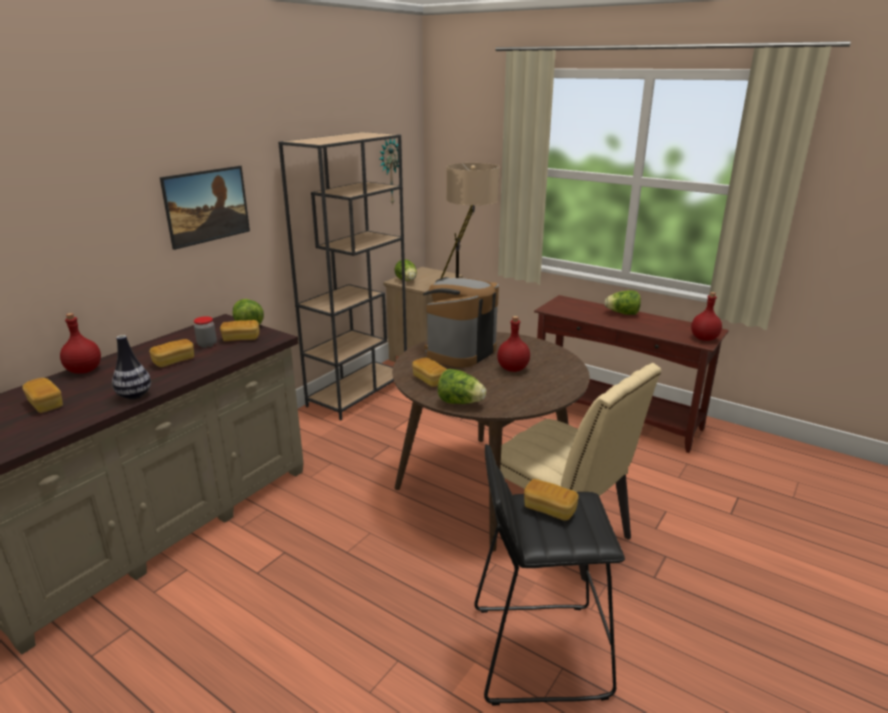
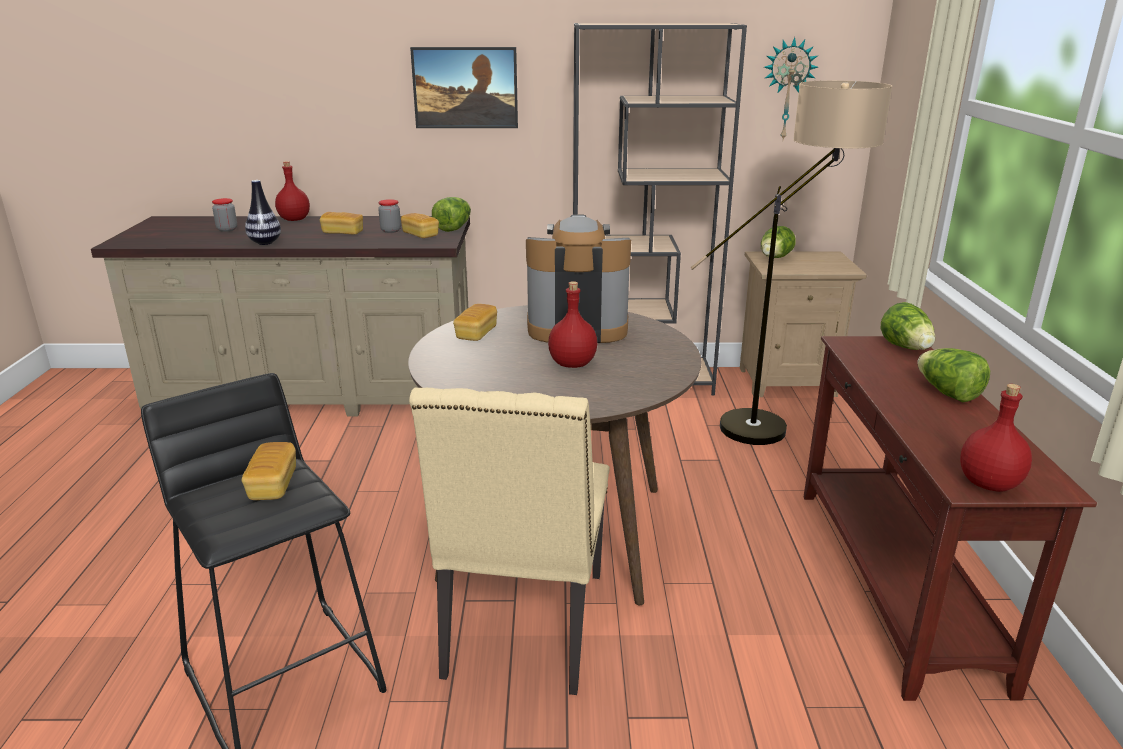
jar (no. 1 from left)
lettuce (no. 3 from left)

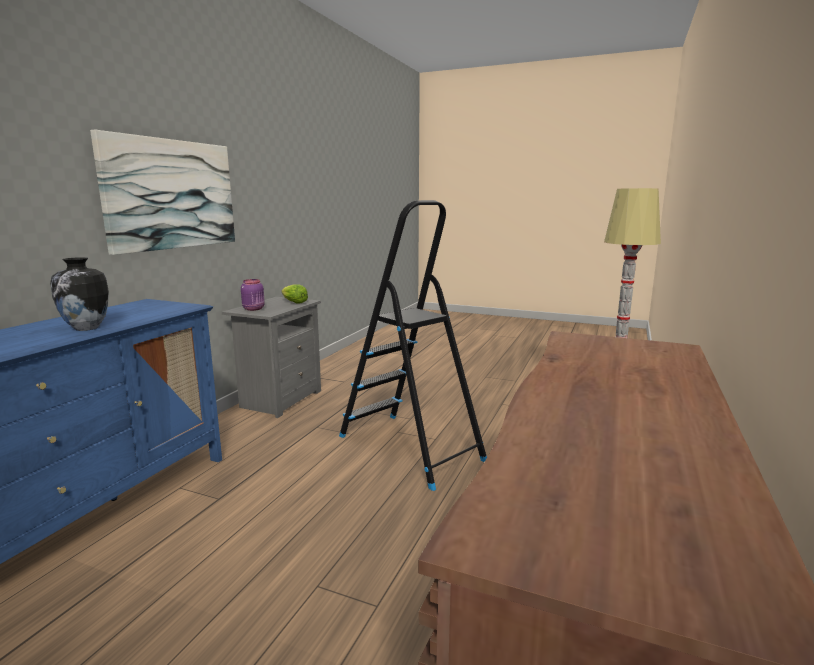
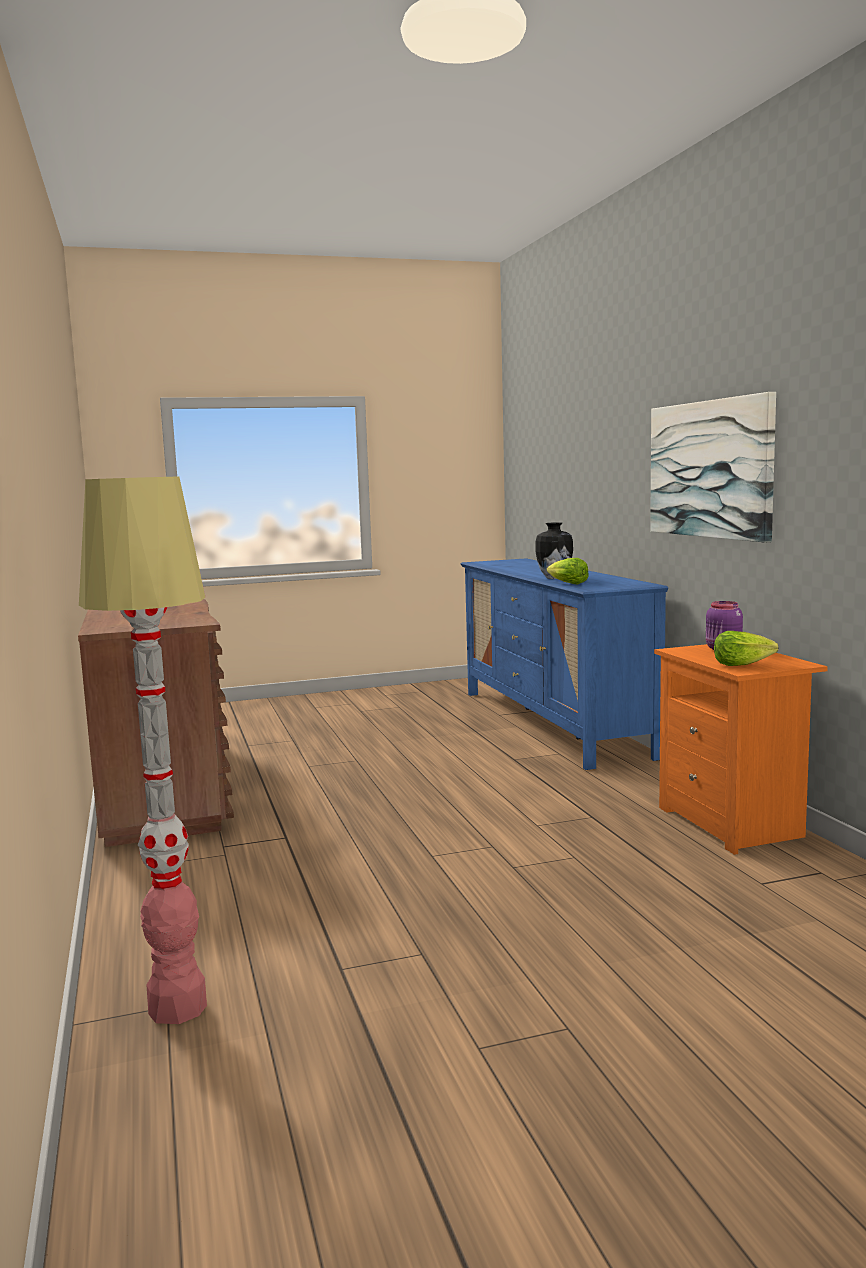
lettuce (no. 1 from left)
orange-coloured nightstand
black stepladder

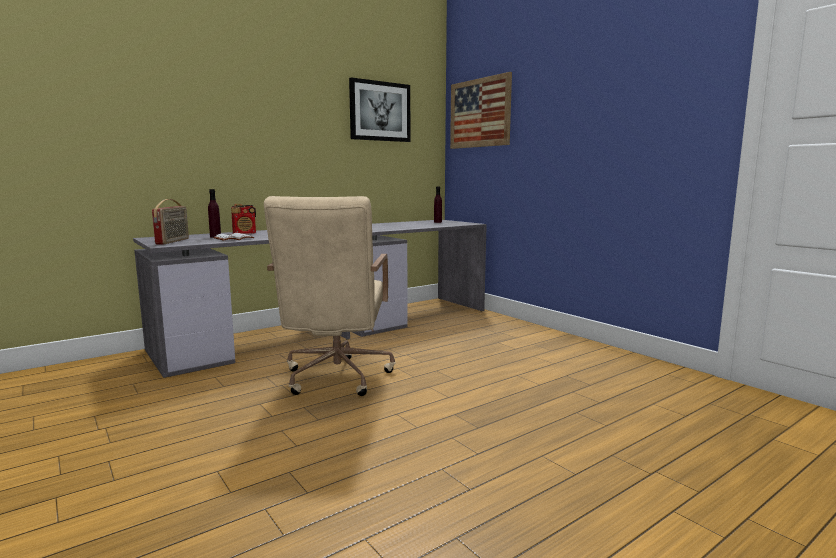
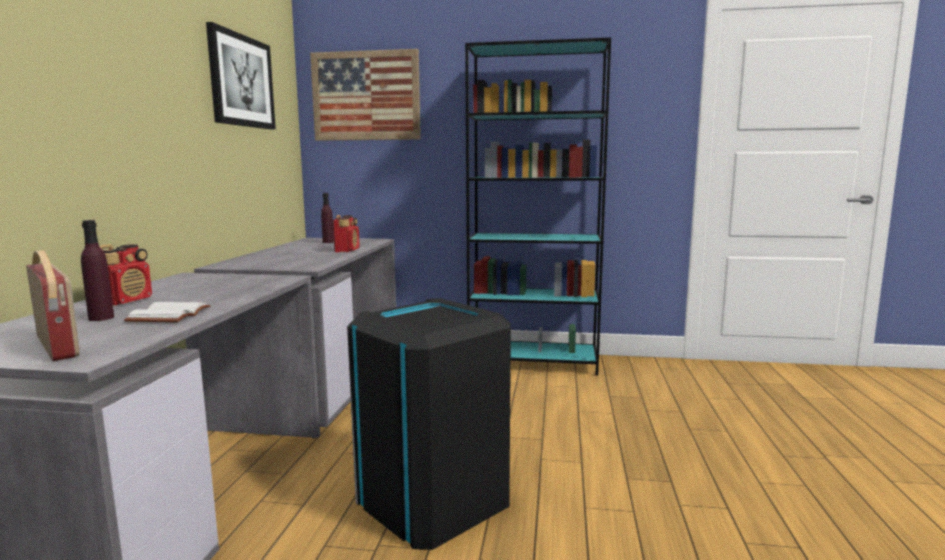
radio (no. 3 from left)
black trash can
turquoise-coloured bookshelf

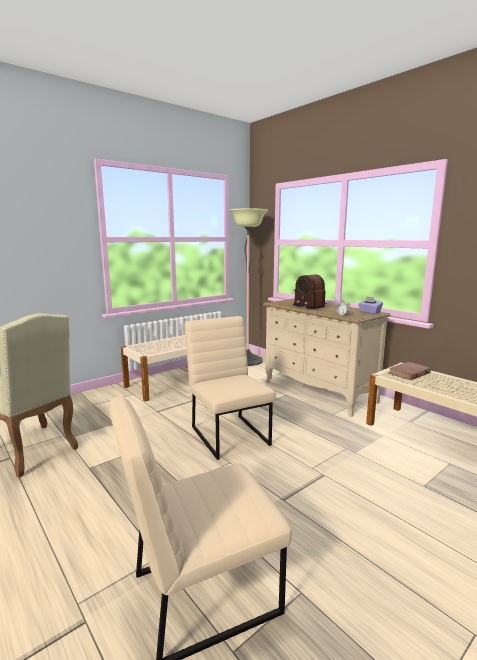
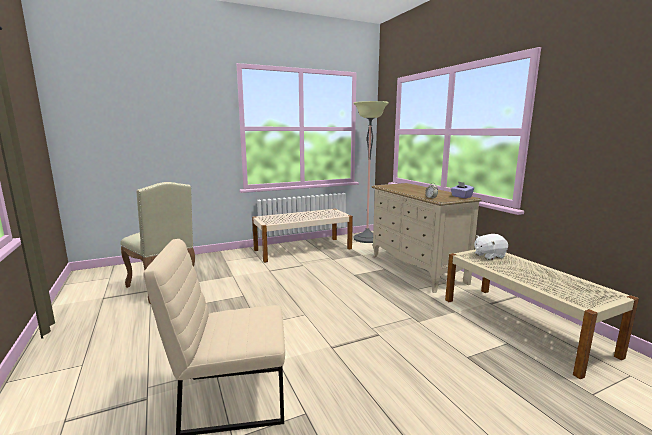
white soft toy
beige-coloured chair (no. 3 from left in the first image)
radio

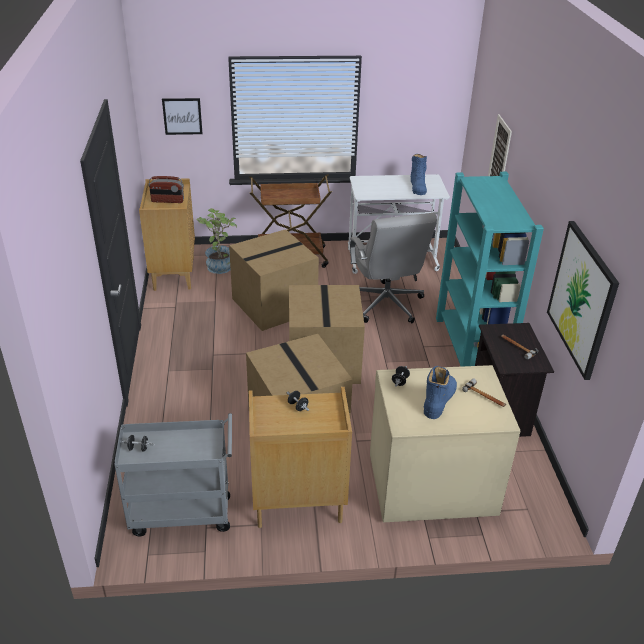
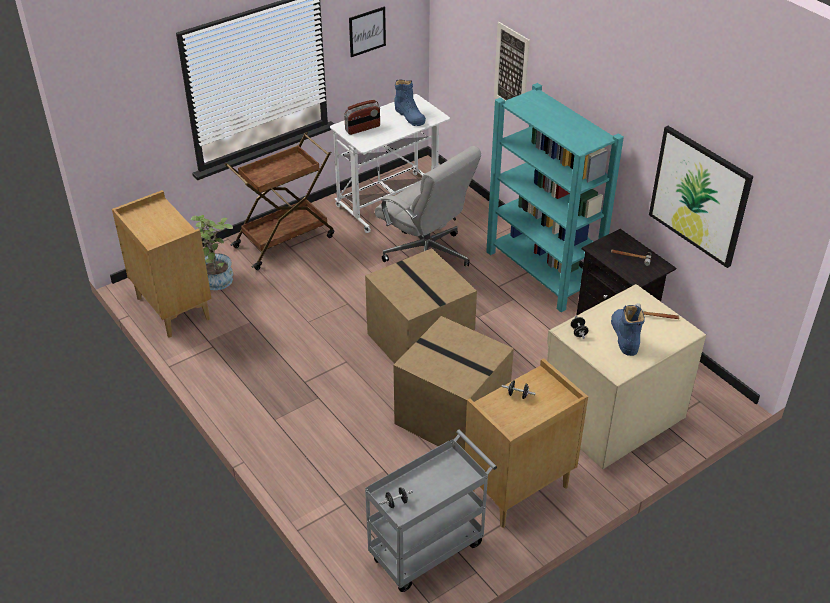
radio
wall art (no. 1 from left)
cardboard box (no. 1 from left in the first image)

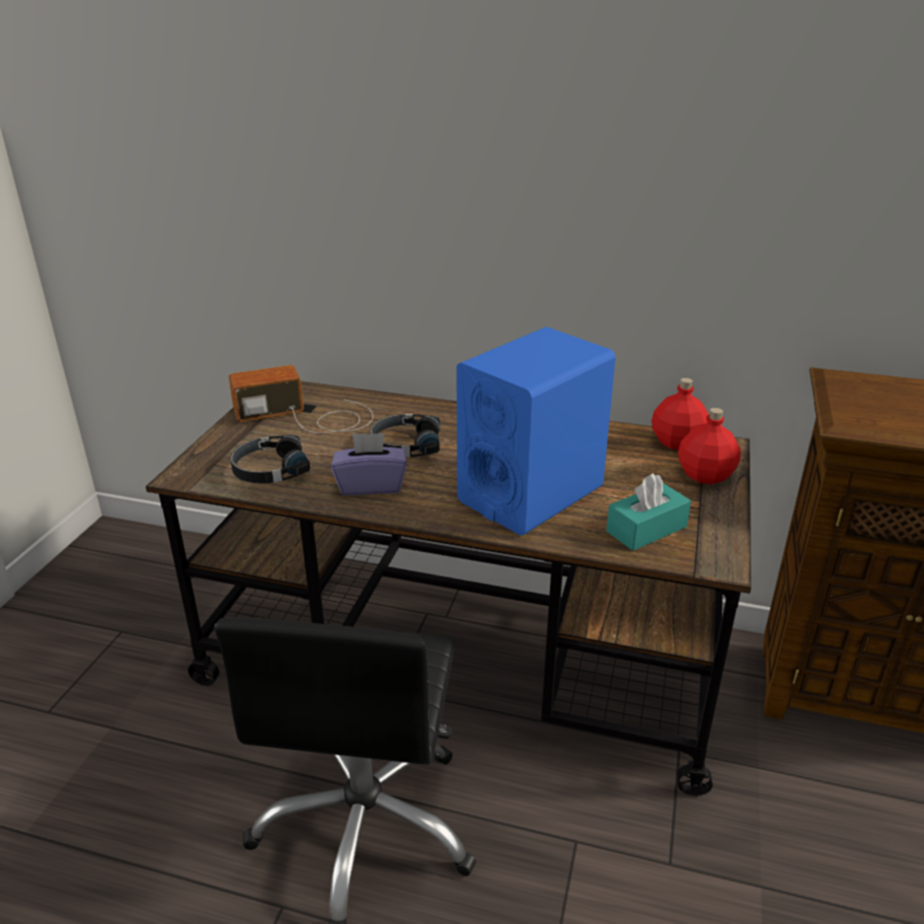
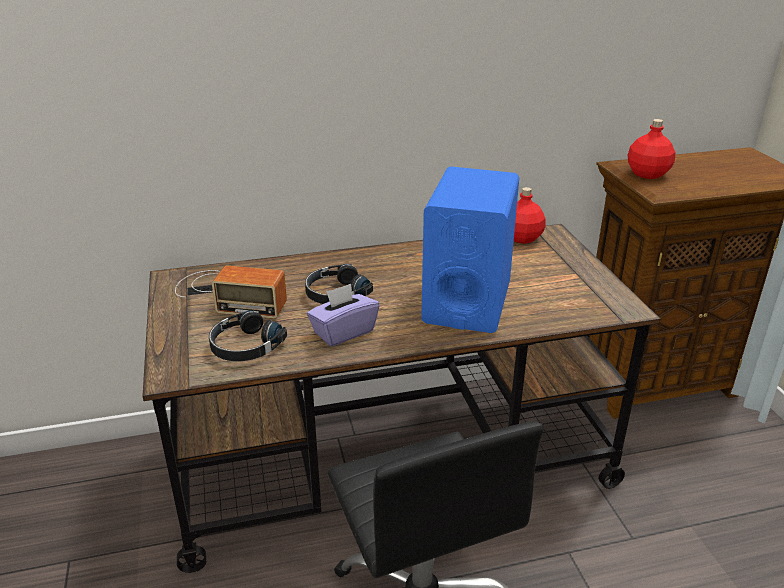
radio
reddish beverage bottle (no. 2 from left)
turquoise-coloured tissue holder

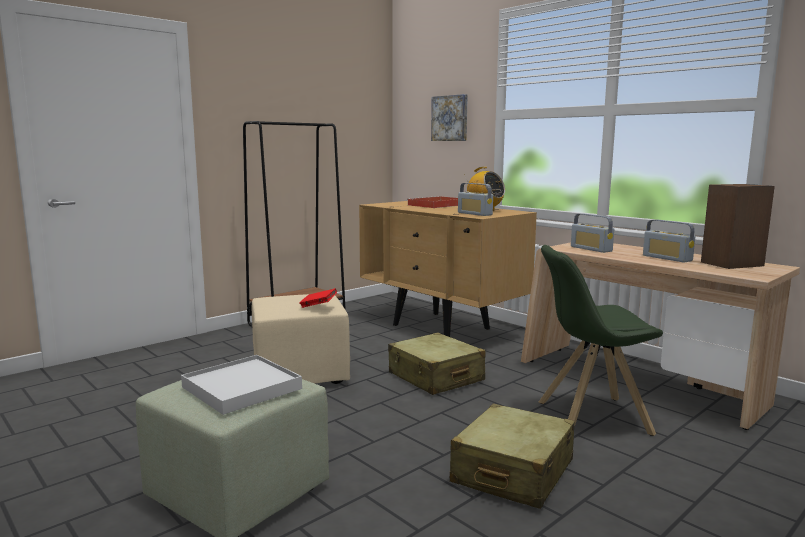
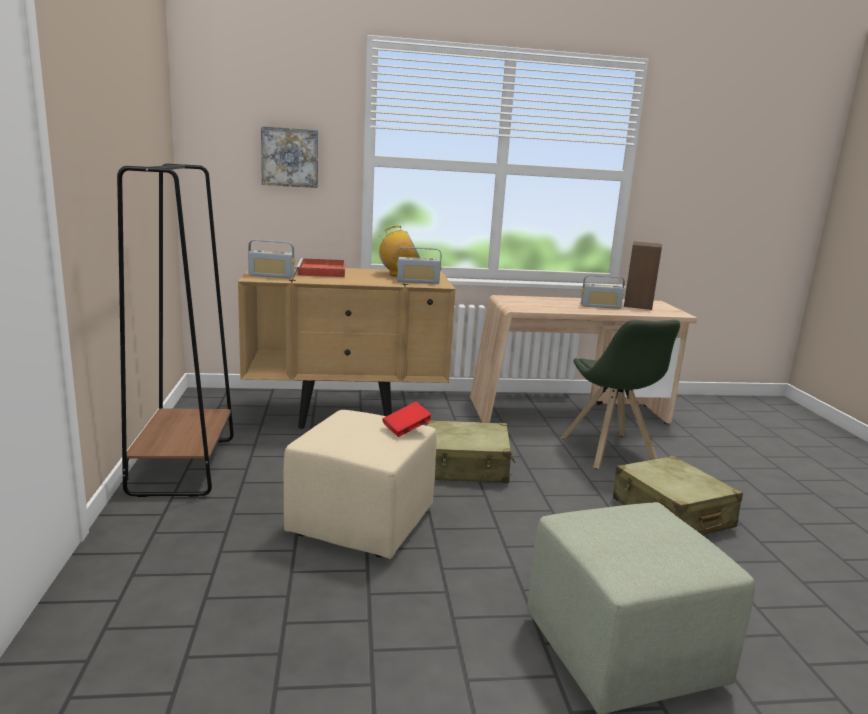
radio (no. 1 from left)
green-coloured chair
white serving tray

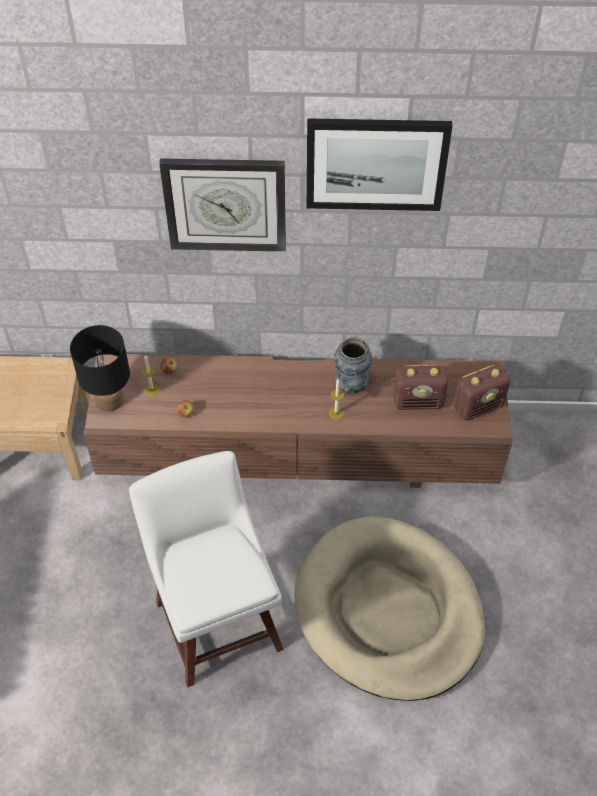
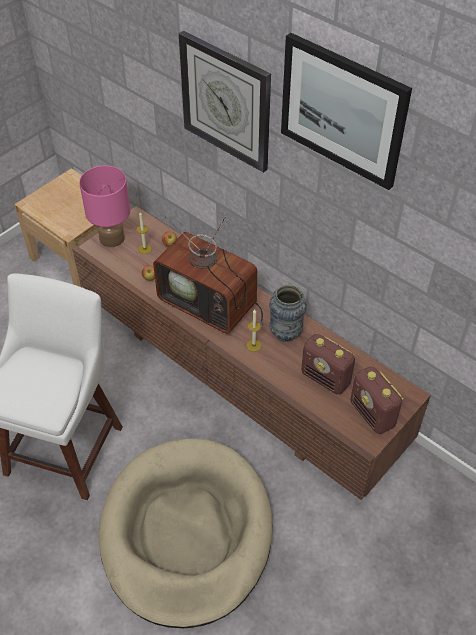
pink-coloured table lamp
TV
radio (no. 2 from left)

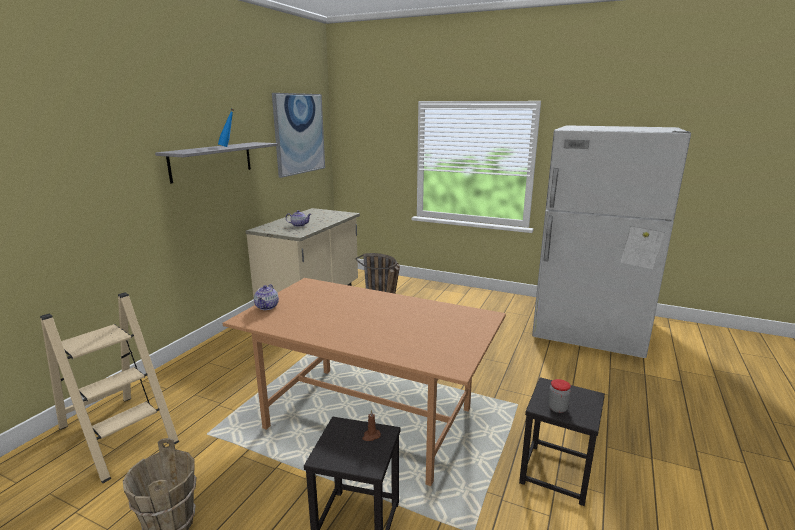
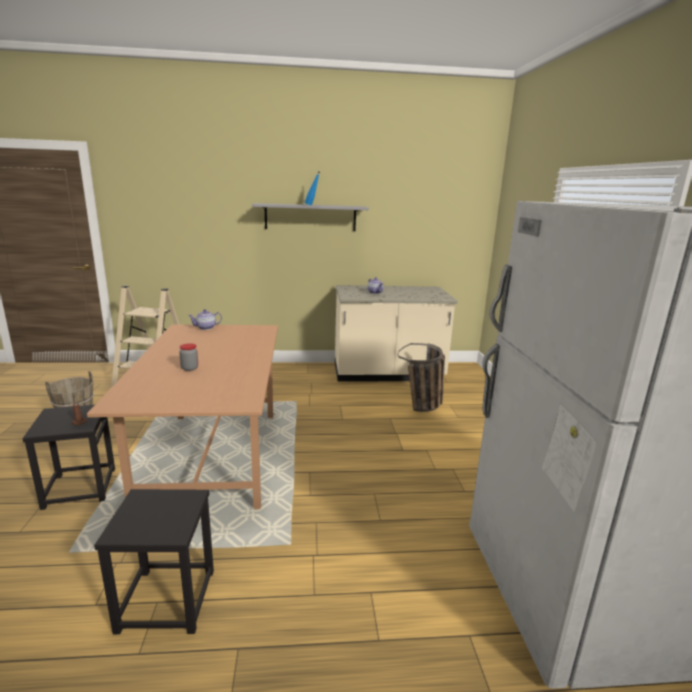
jar
wall art

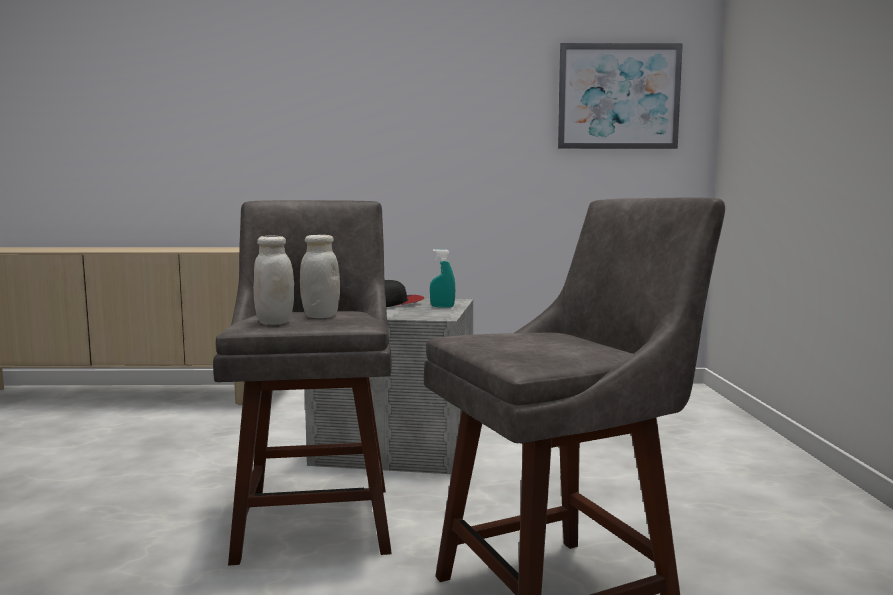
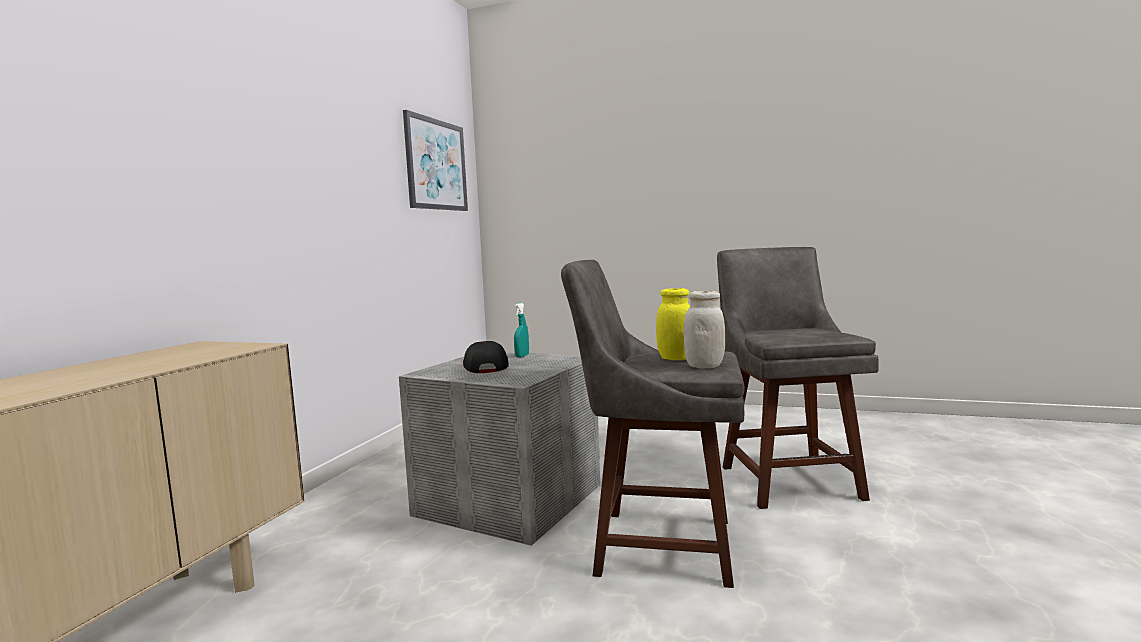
yellow jar

